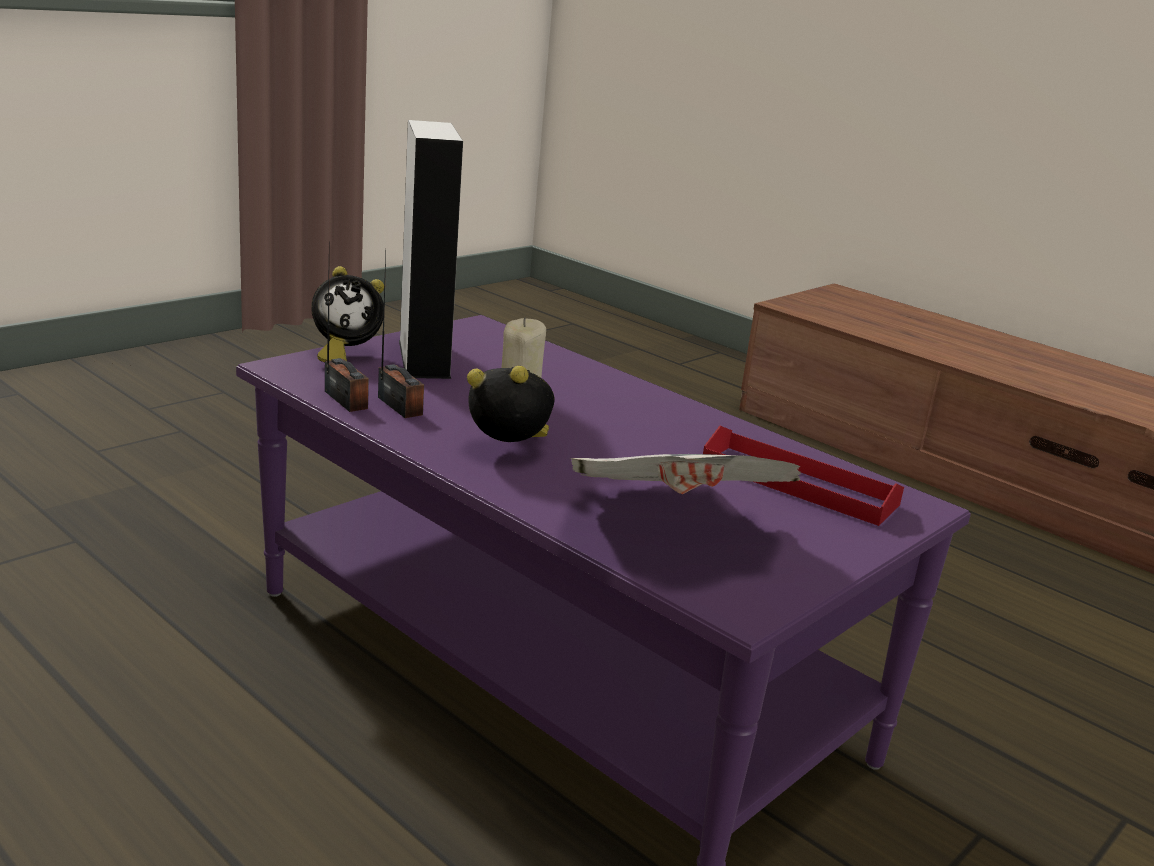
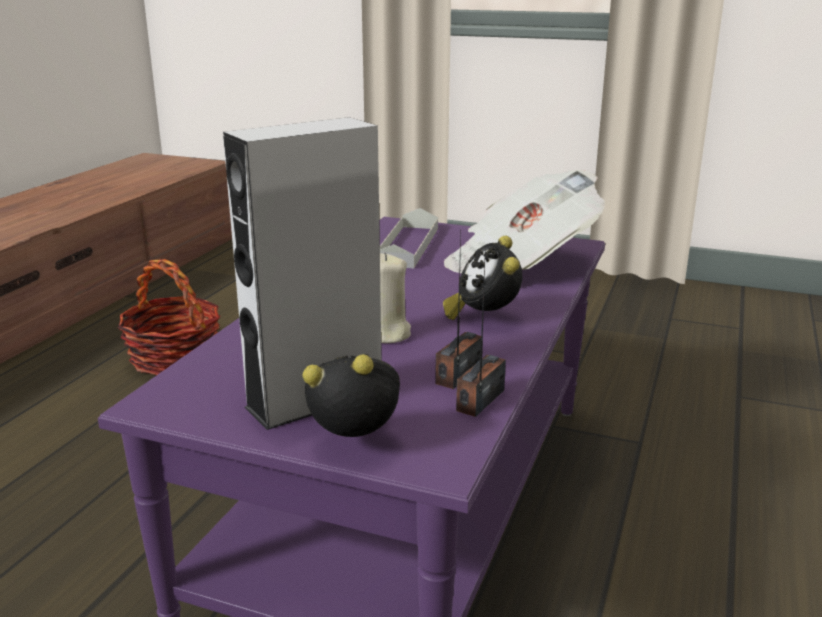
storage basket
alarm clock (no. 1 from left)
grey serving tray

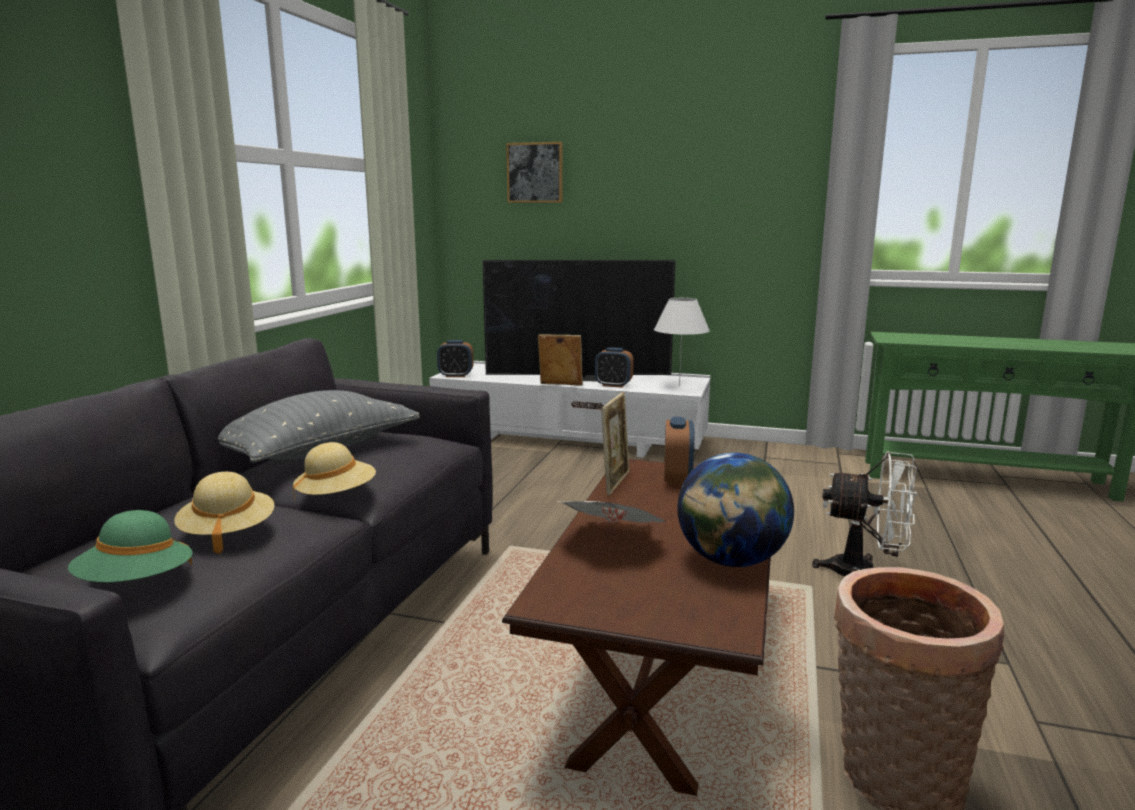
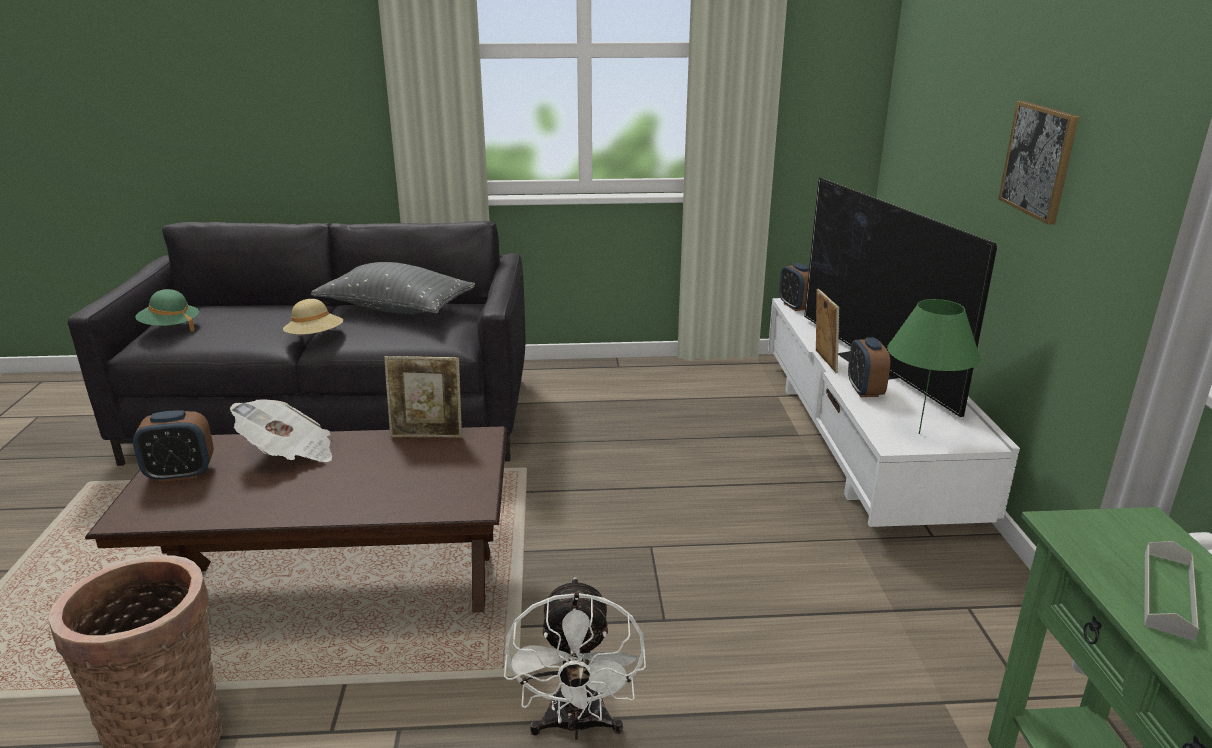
alarm clock (no. 1 from left)
green-coloured table lamp
wall art
grey serving tray
beige-coloured hat (no. 1 from left in the first image)
world globe

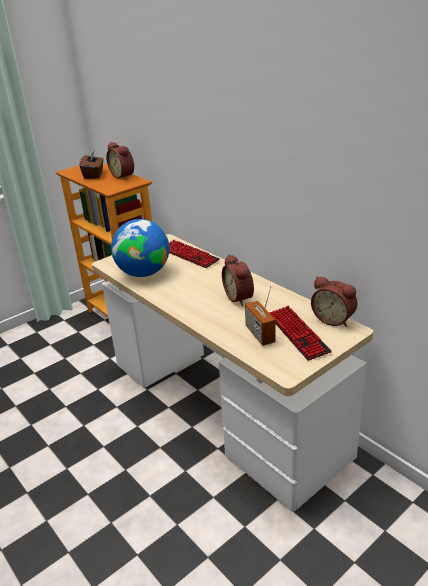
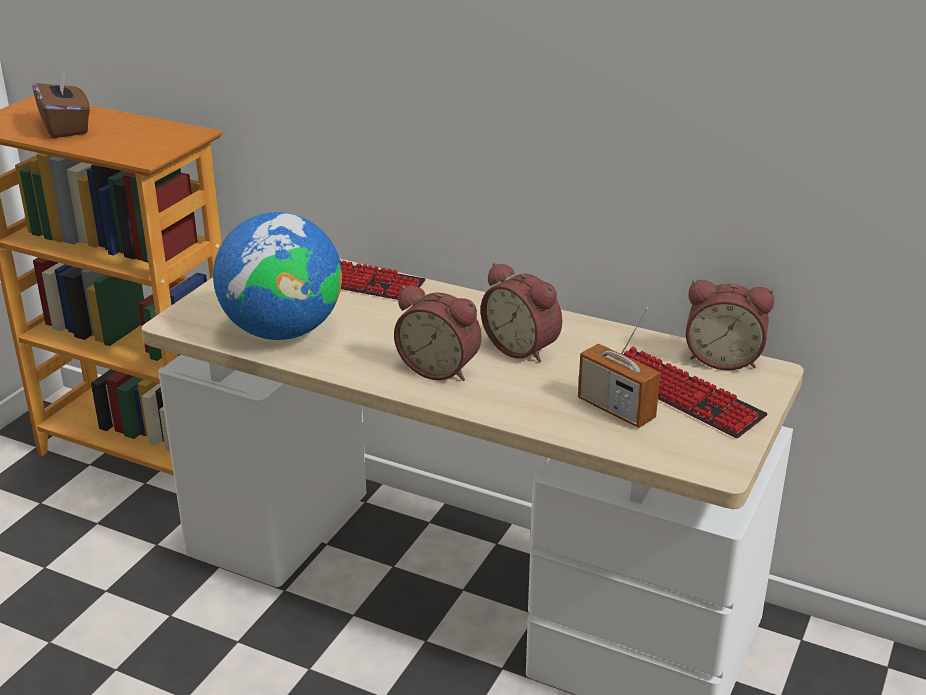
alarm clock (no. 1 from left)

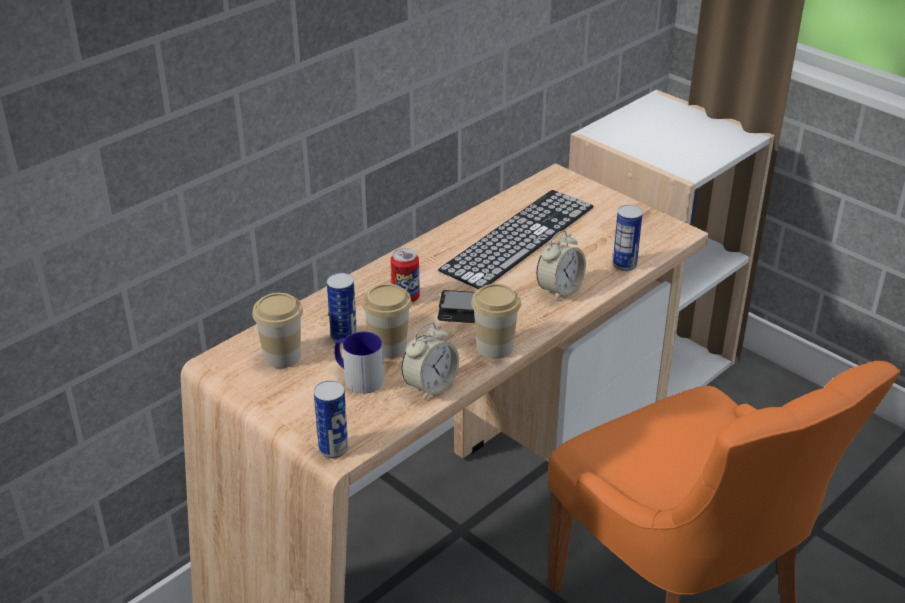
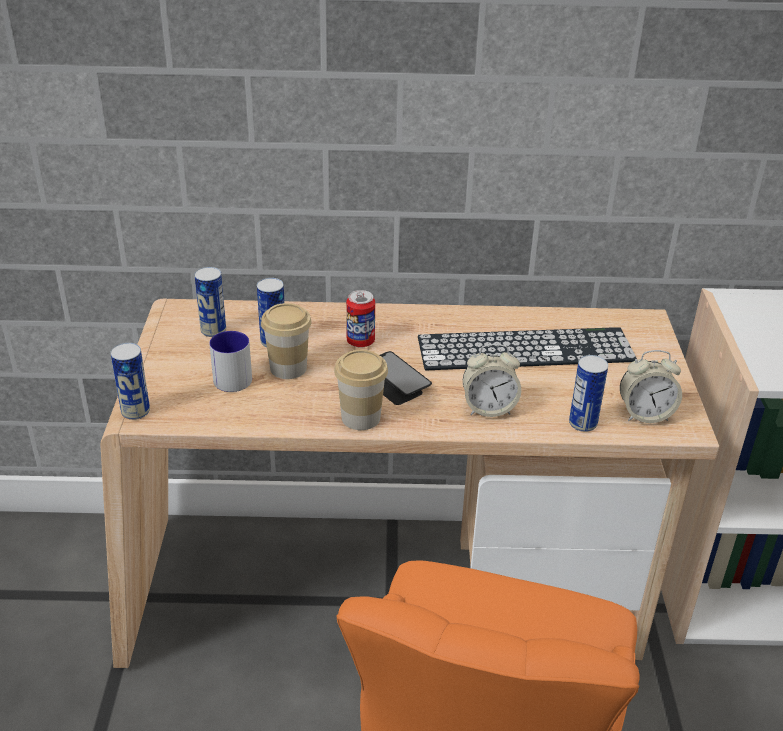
metal can (no. 2 from left)
alarm clock (no. 2 from left)

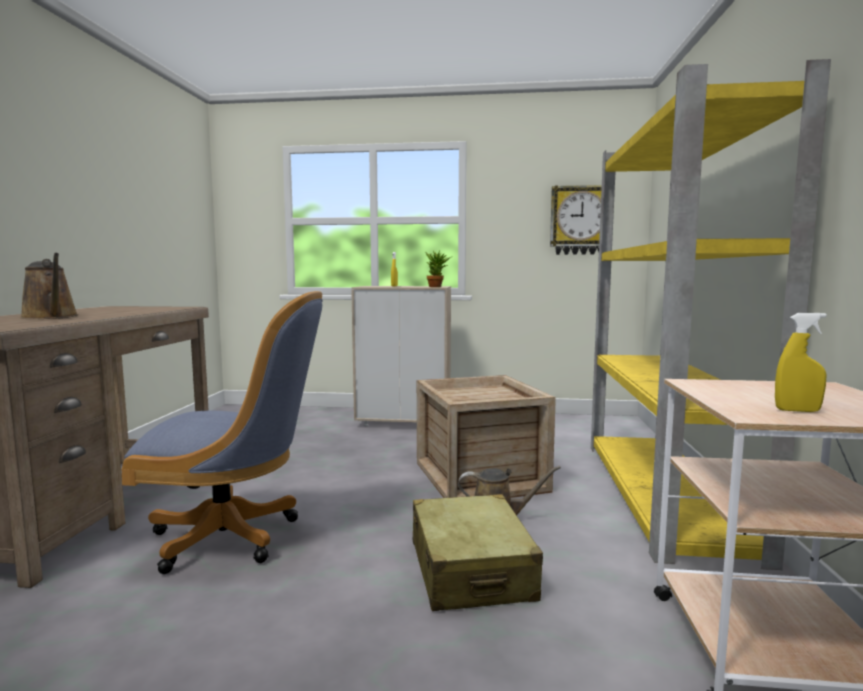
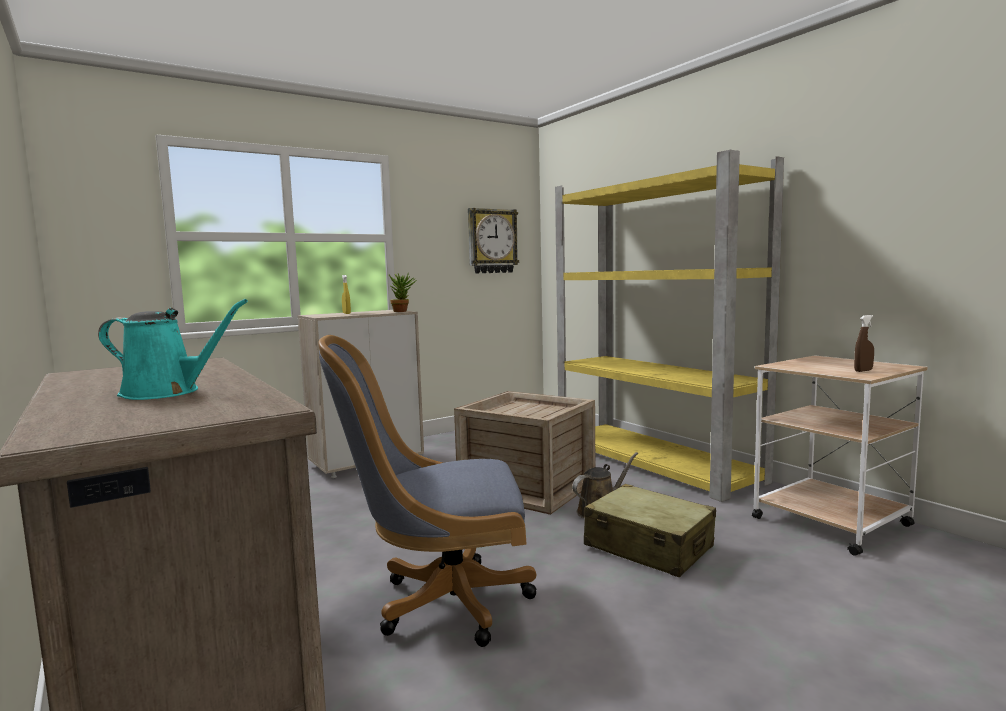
turquoise-coloured sprinkling can
blue desk chair
brown hand sprayer

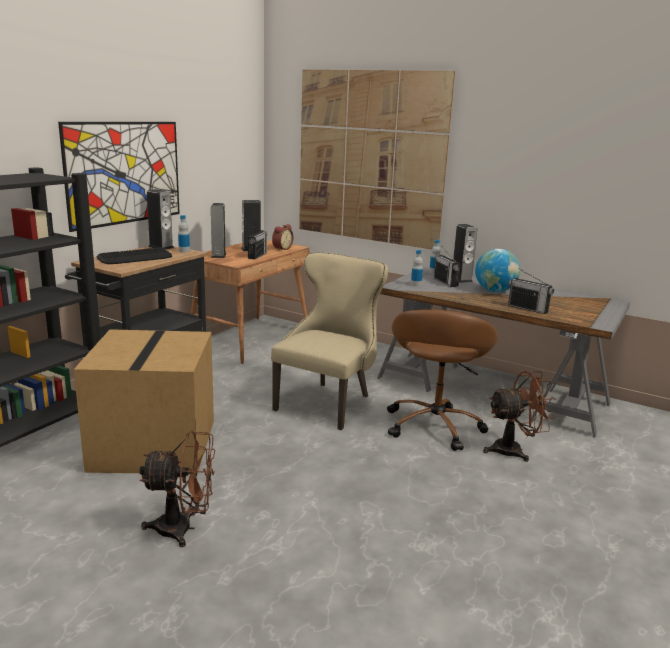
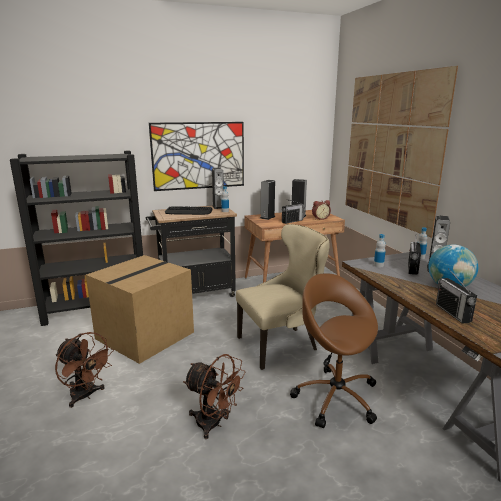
brown fan (no. 2 from left)
brown desk chair

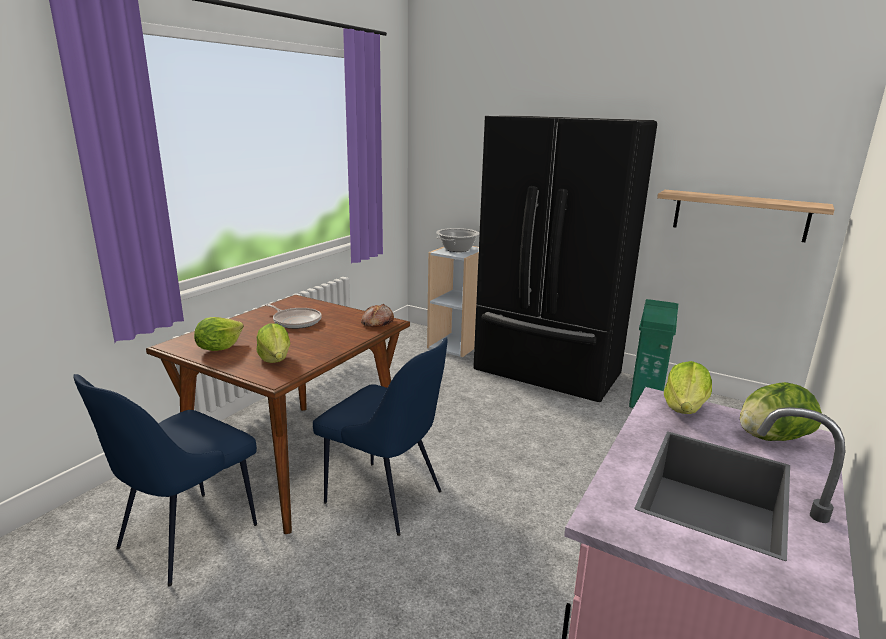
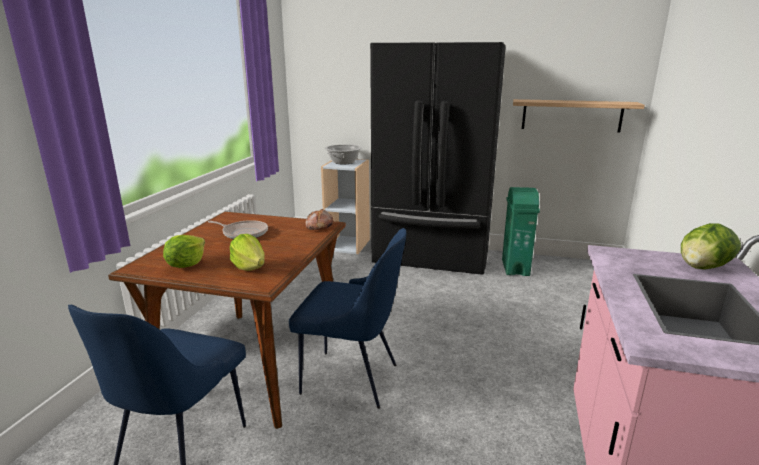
lettuce (no. 3 from left in the first image)

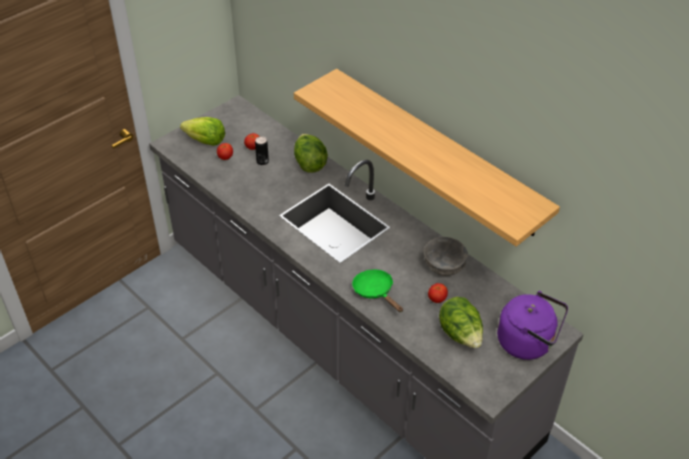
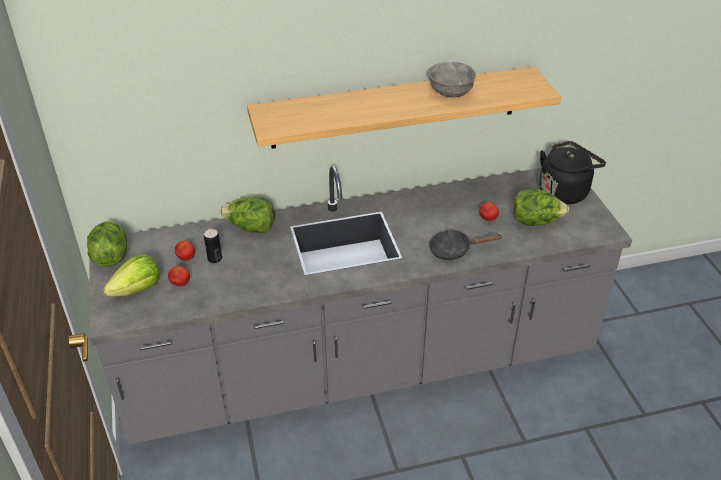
lettuce (no. 1 from left)
grey serving bowl
black skillet
black water kettle

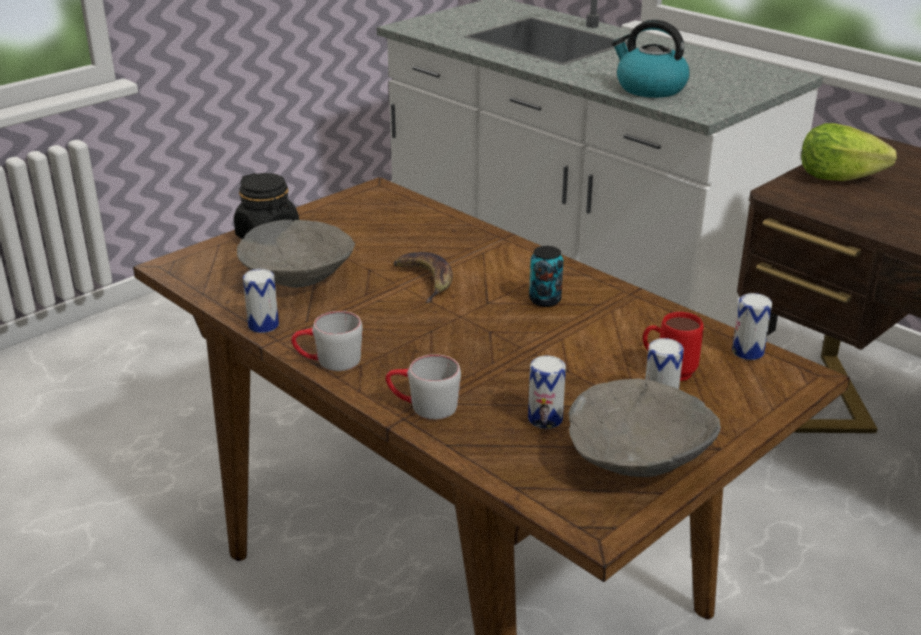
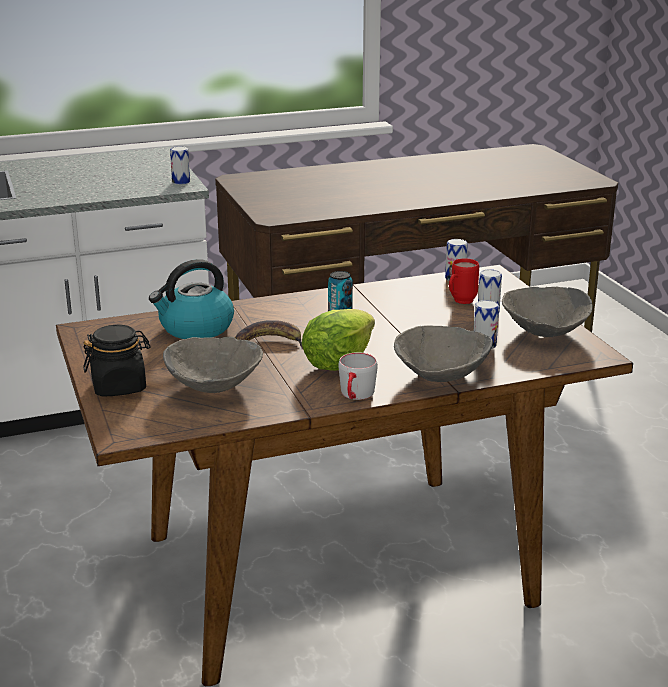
water kettle
metal can (no. 1 from left)
lettuce
grey serving bowl (no. 2 from left)

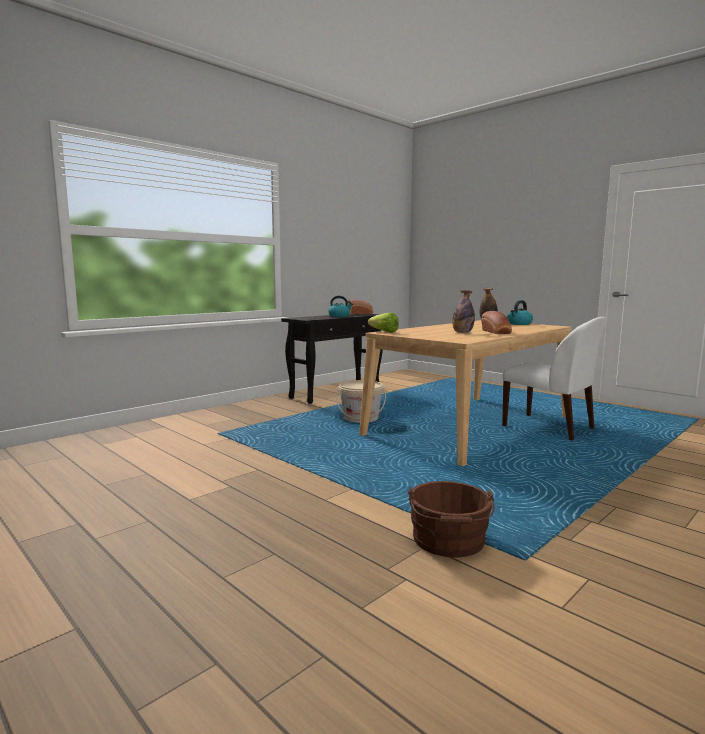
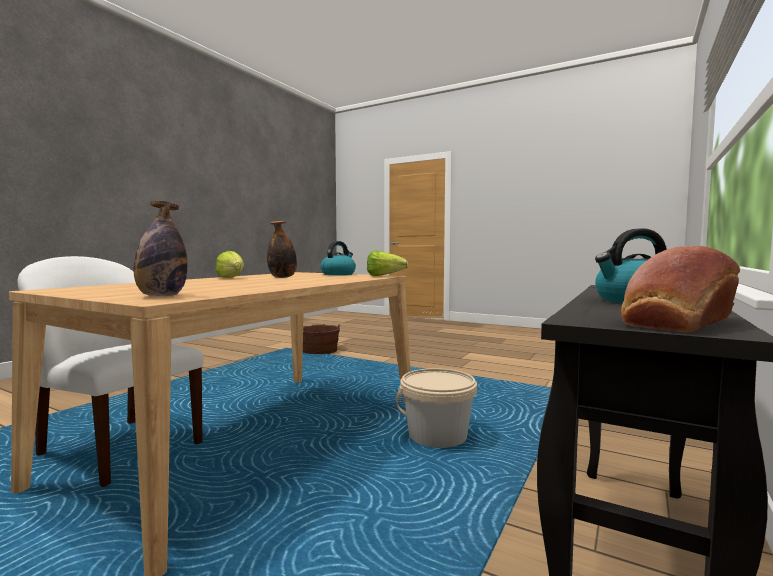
lettuce (no. 1 from left)
water kettle (no. 1 from left)

